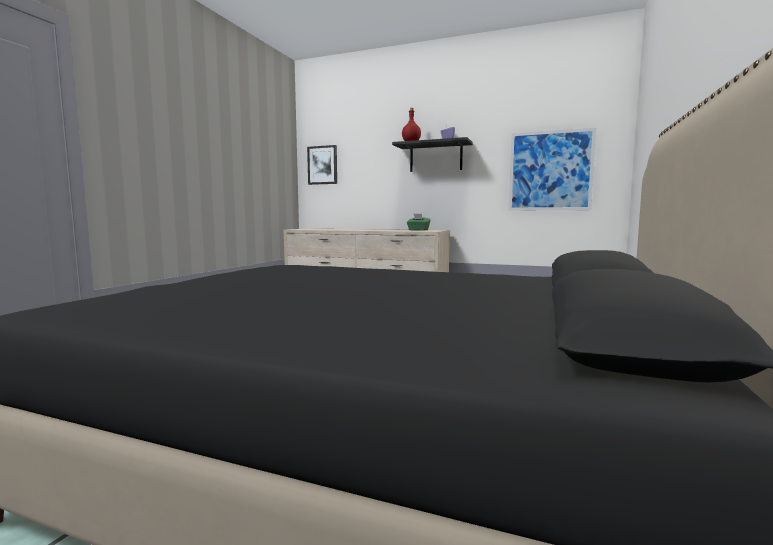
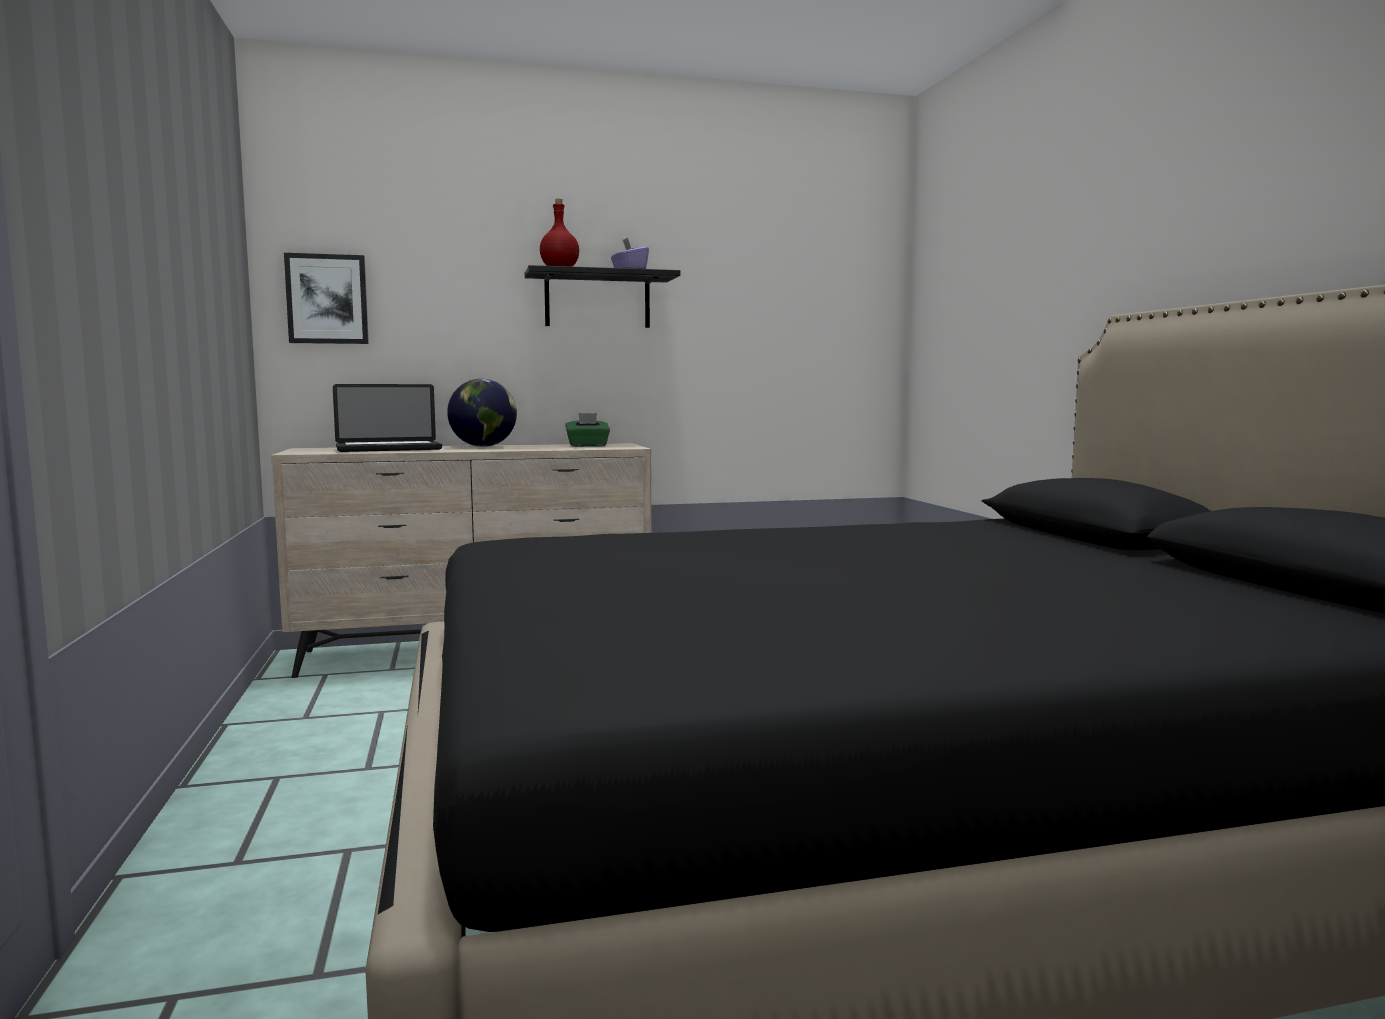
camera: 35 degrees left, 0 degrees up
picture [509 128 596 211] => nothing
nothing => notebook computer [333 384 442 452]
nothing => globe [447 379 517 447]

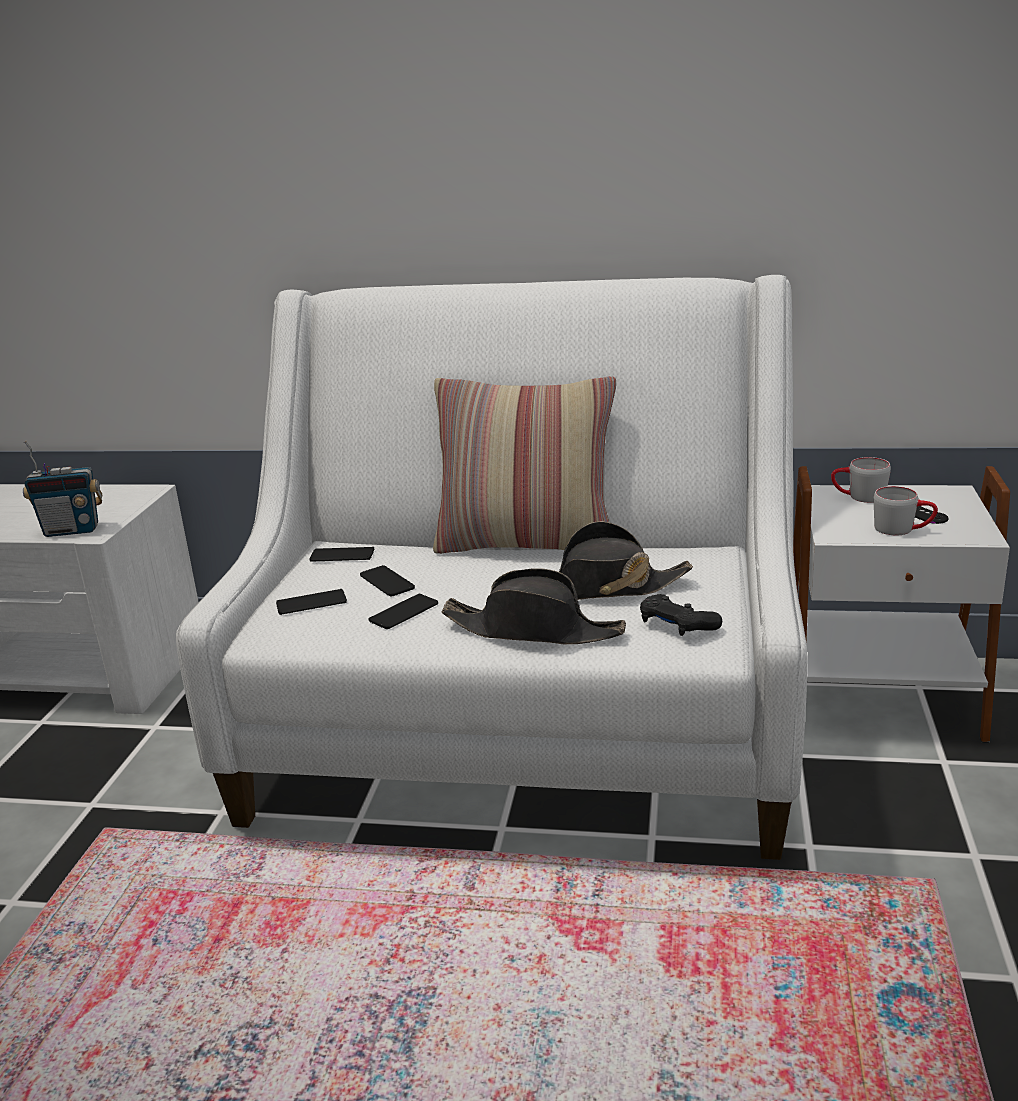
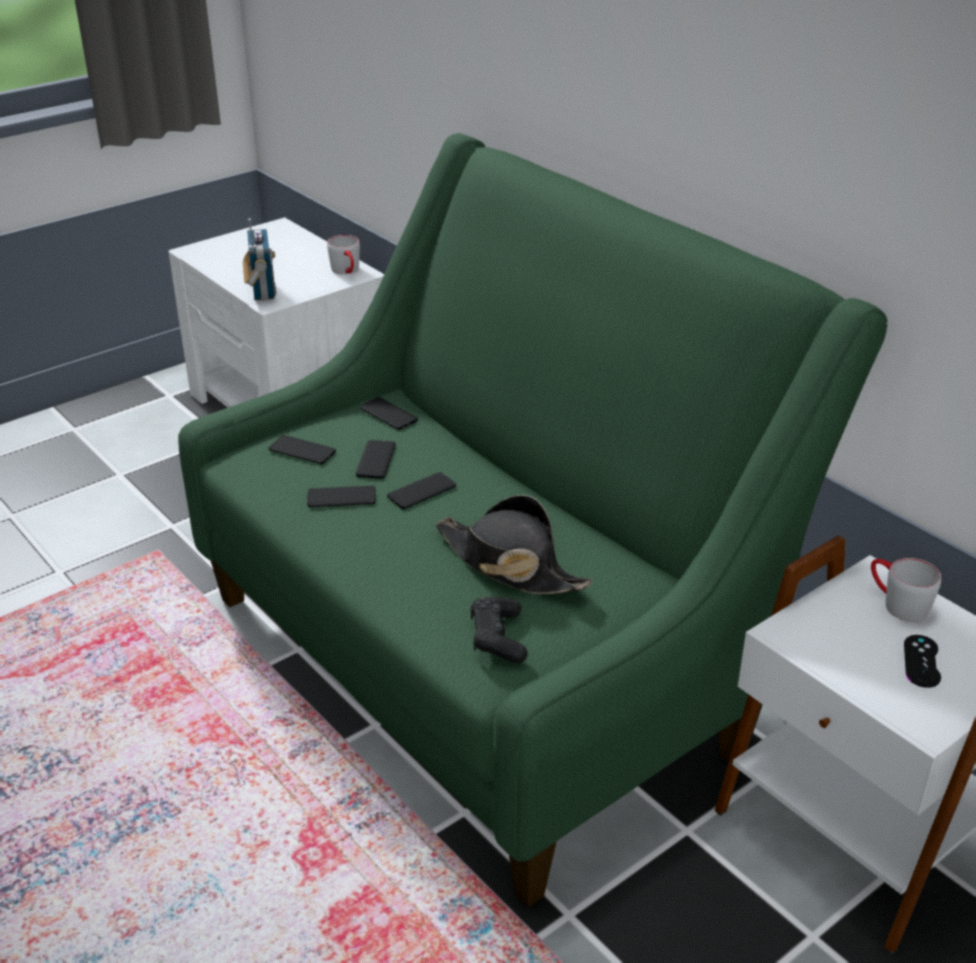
camera: 40 degrees right, 10 degrees up
pillow [433 376 616 554] => nothing
wearable hat (blackish) [441 568 626 644] => nothing
nothing => handset [387 472 456 509]
mug (greyish) [874 486 938 535] => mug (greyish) [327 235 360 274], shifted
sofa (white) [176 275 808 860] => sofa (green-coloured) [178 133 888 907]
radio [23 441 102 537] => radio [243 218 276 300], 135 degrees counterclockwise

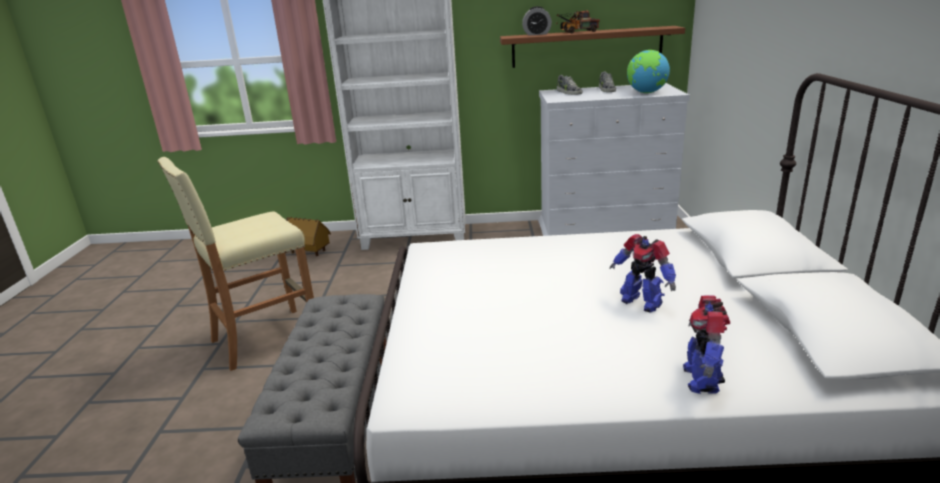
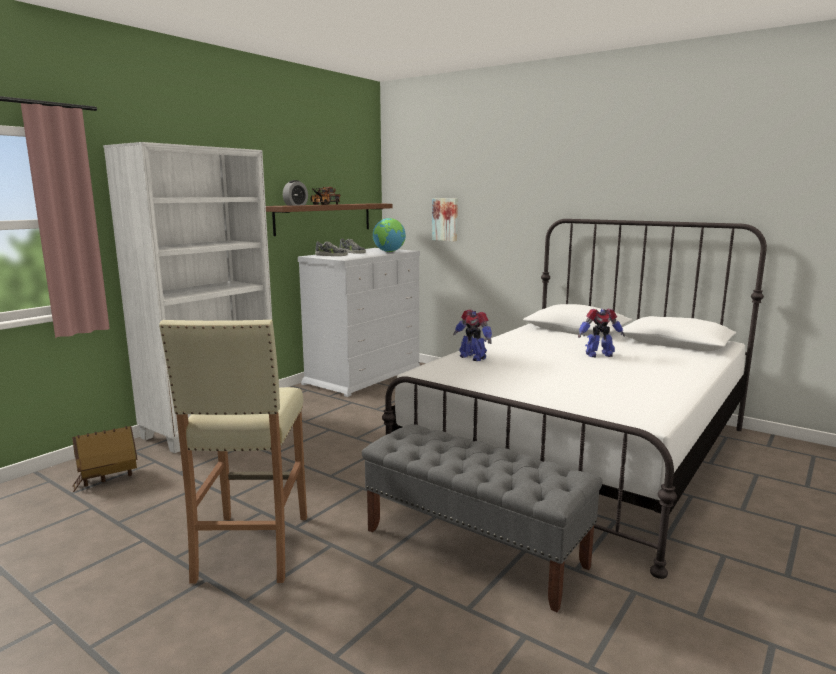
camera: 55 degrees left, 10 degrees down
nothing => picture [432 198 458 241]
model robot [683 295 730 394] => model robot [453 310 492 361], shifted

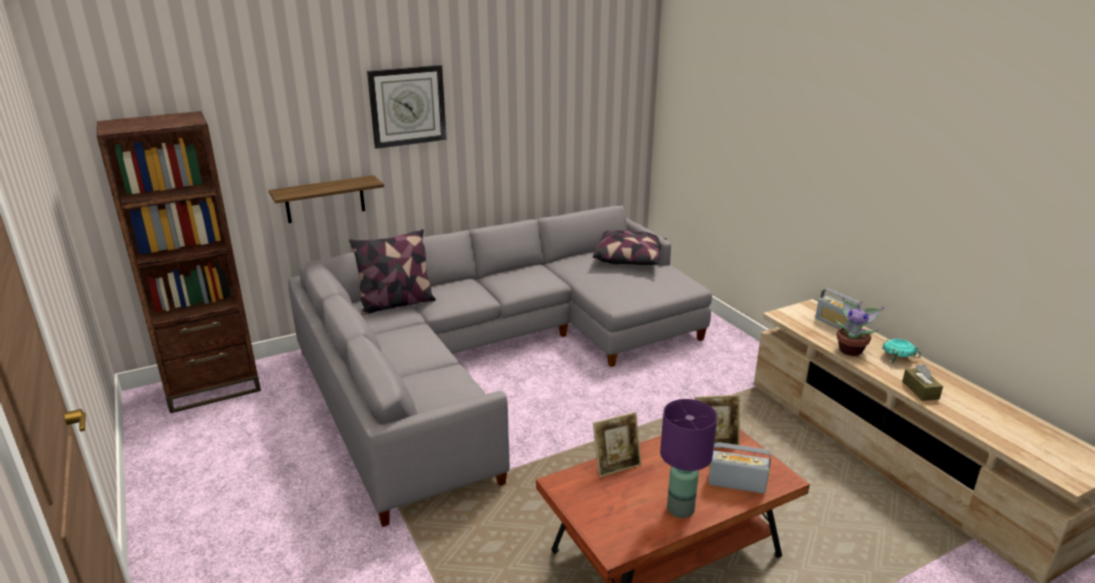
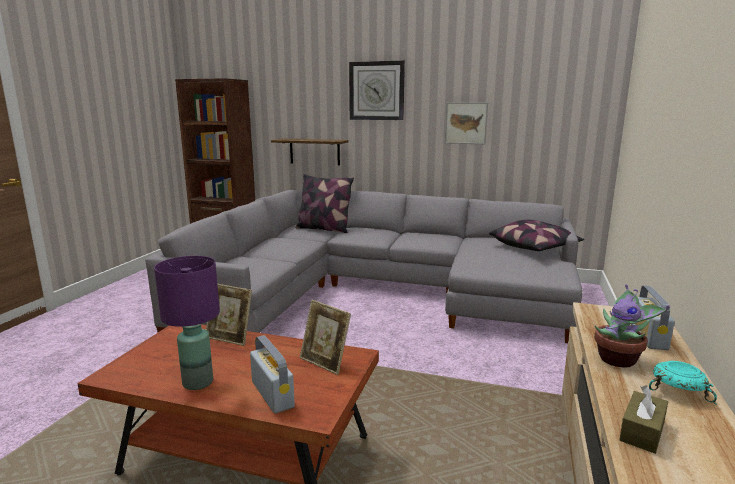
camera: 45 degrees right, 10 degrees down
nothing => picture [445 102 488 144]

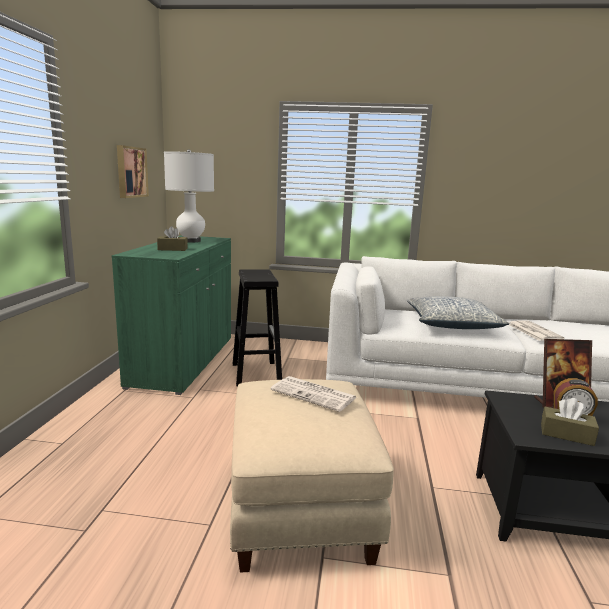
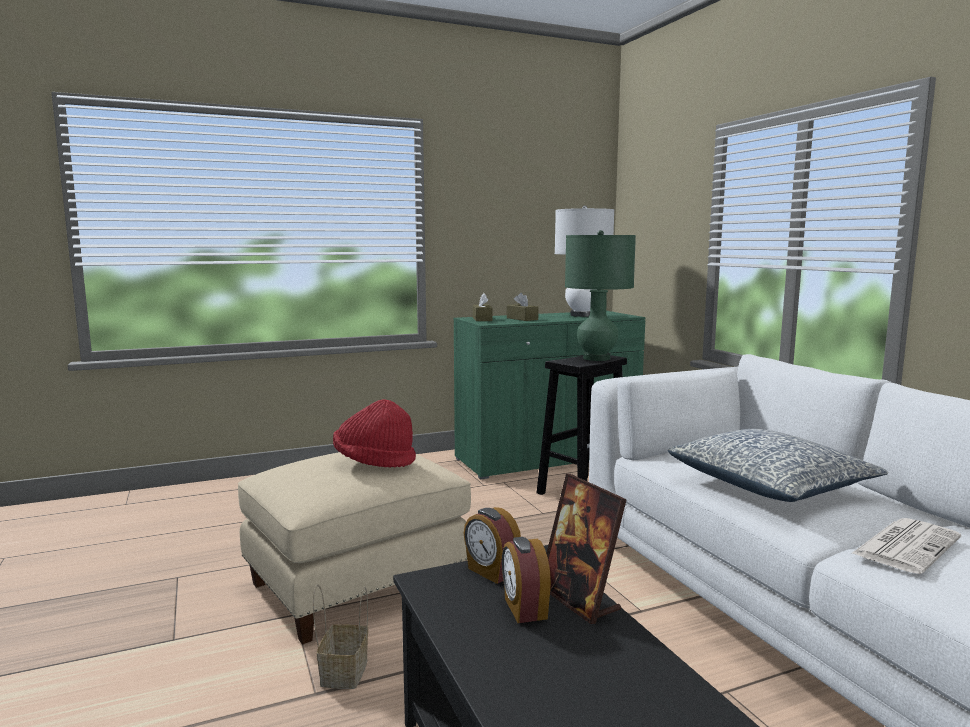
camera: 60 degrees right, 5 degrees down
picture [117 145 149 198] => nothing
nothing => basket [313 584 368 689]
nothing => table clock [464 507 521 584]
nothing => table lamp (green-coloured) [565 230 636 361]
box of tissues (brown) [541 398 599 446] => box of tissues (brown) [473 293 493 321], shifted
newspaper [271 376 357 412] => wearable hat (reddish) [333 399 416 468]

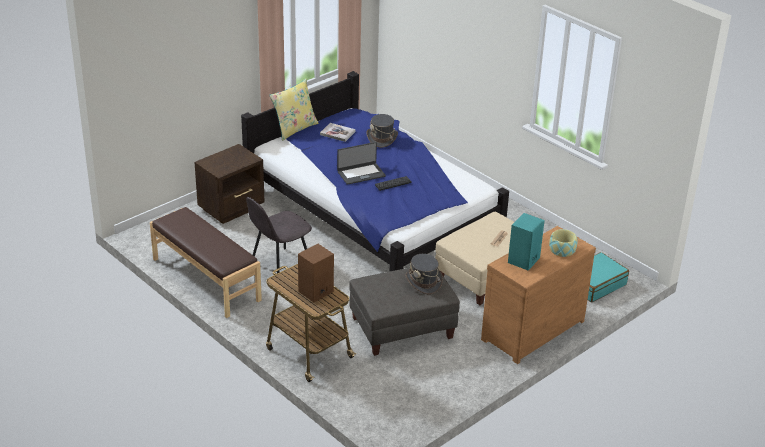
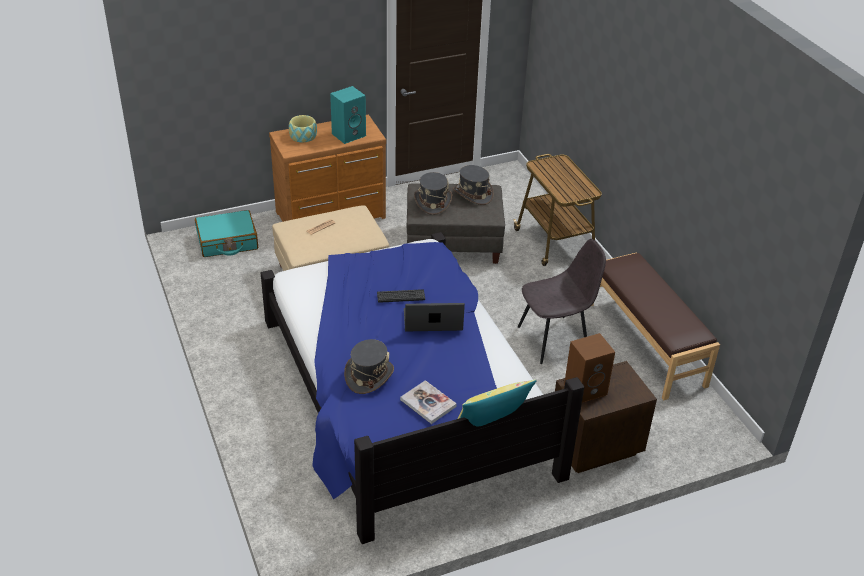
camera: 160 degrees left, 5 degrees up
nothing => wearable hat (greyish) [453 165 493 205]
audio speaker (brown) [298 244 334 302] => audio speaker (brown) [564 333 615 403], shifted

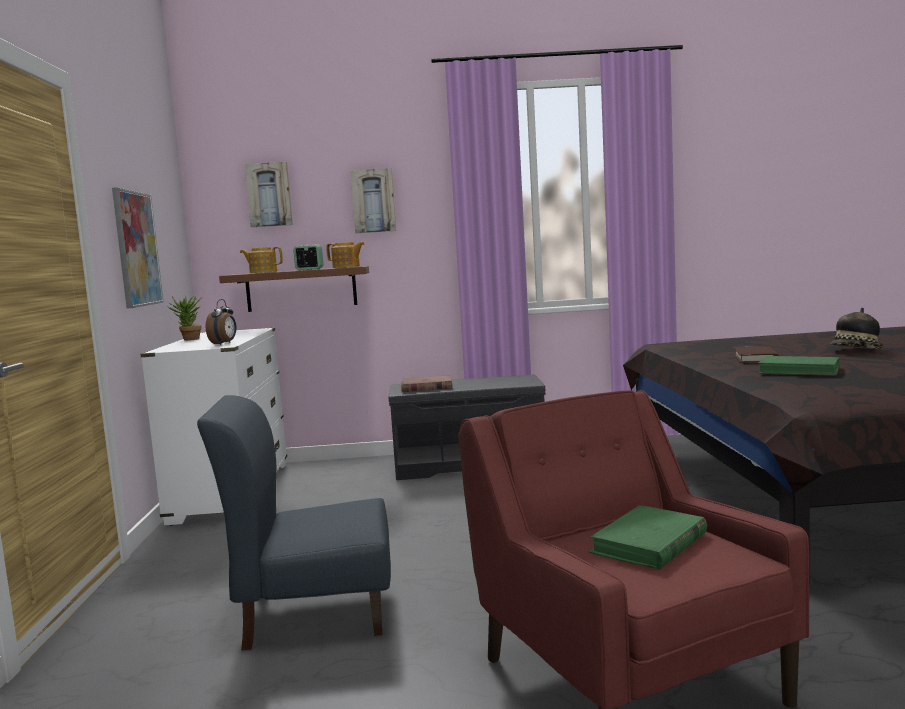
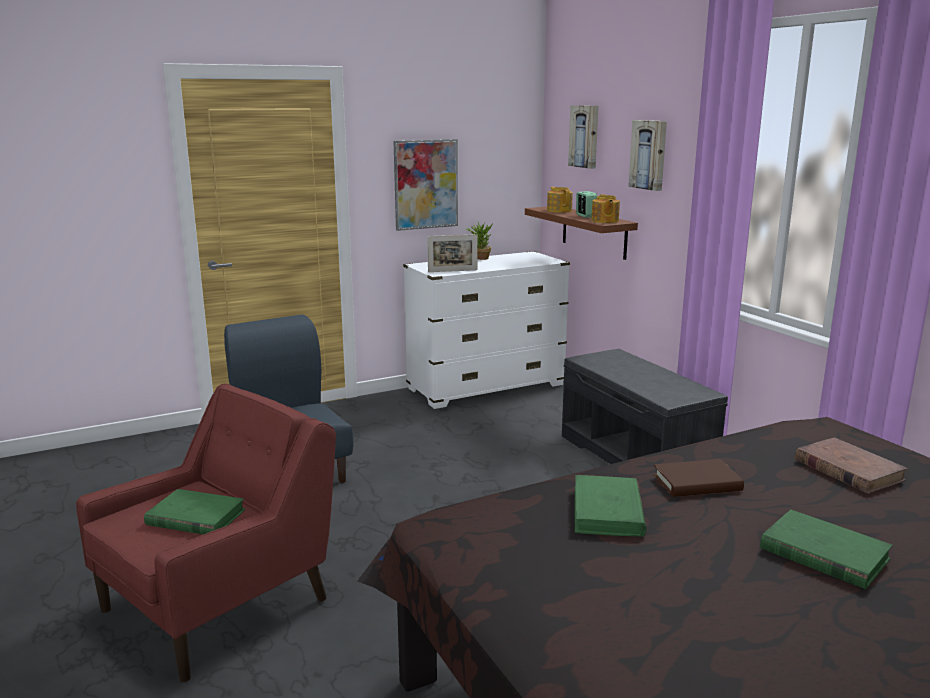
camera: 65 degrees right, 10 degrees up
volume (brown) [401 375 452 392] => volume (brown) [795 438 908 494], shifted
table clock [206 299 236 345] => photo frame [427 234 478 272]
wearable hat [829 308 883 349] => volume (green-coloured) [760 510 893 589]

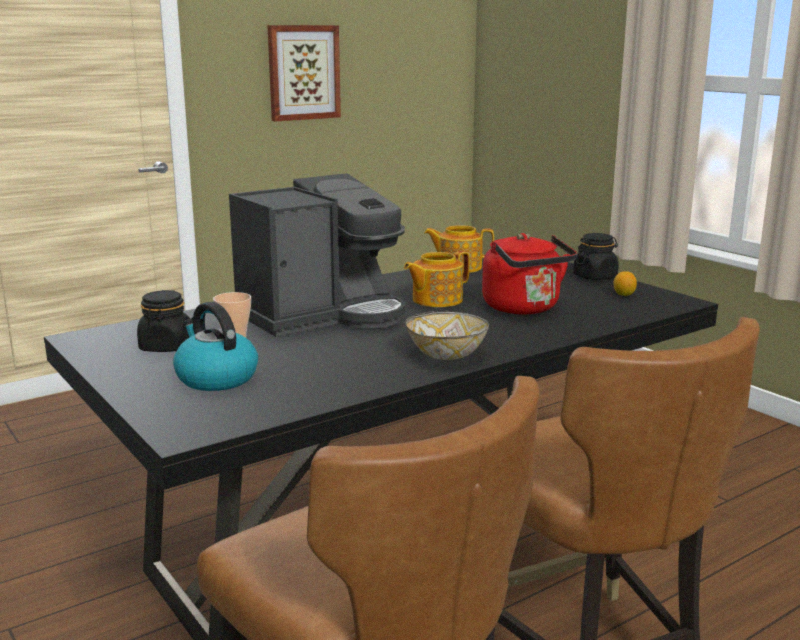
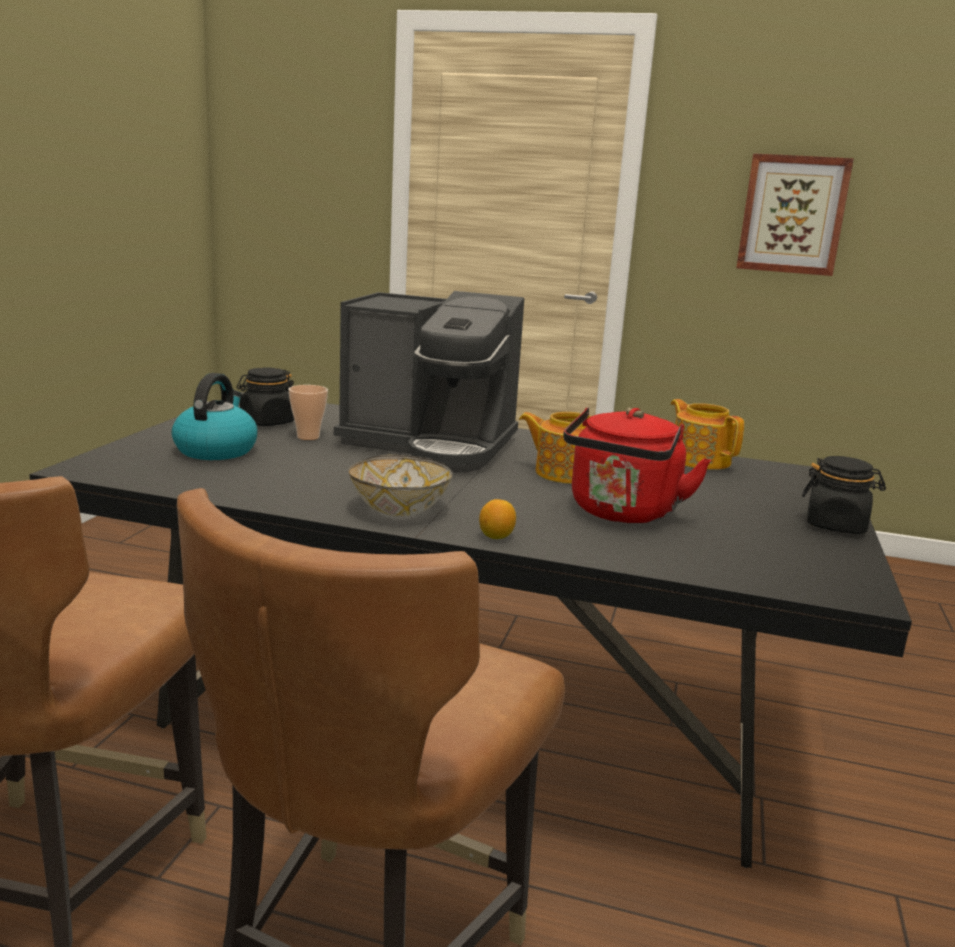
camera: 50 degrees right, 0 degrees up
whole lemon [614 271 637 296] => whole lemon [479 499 516 539], shifted

